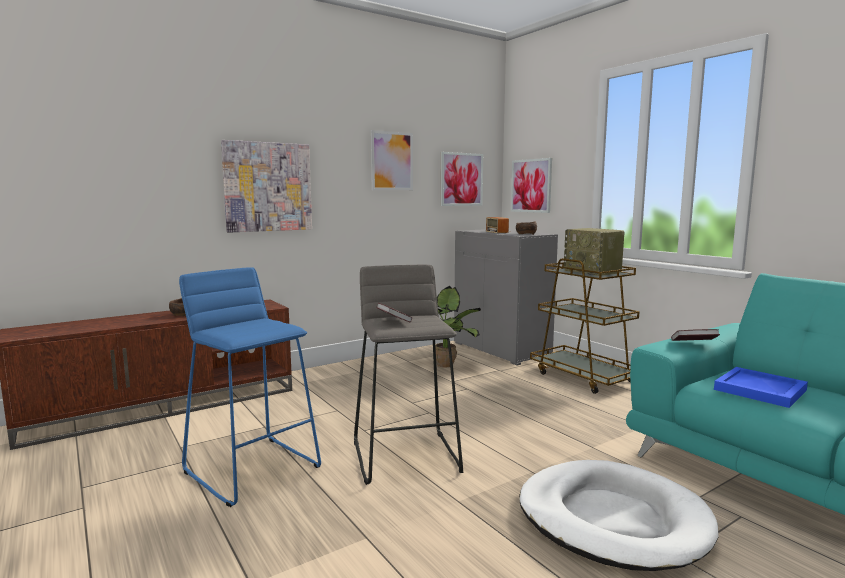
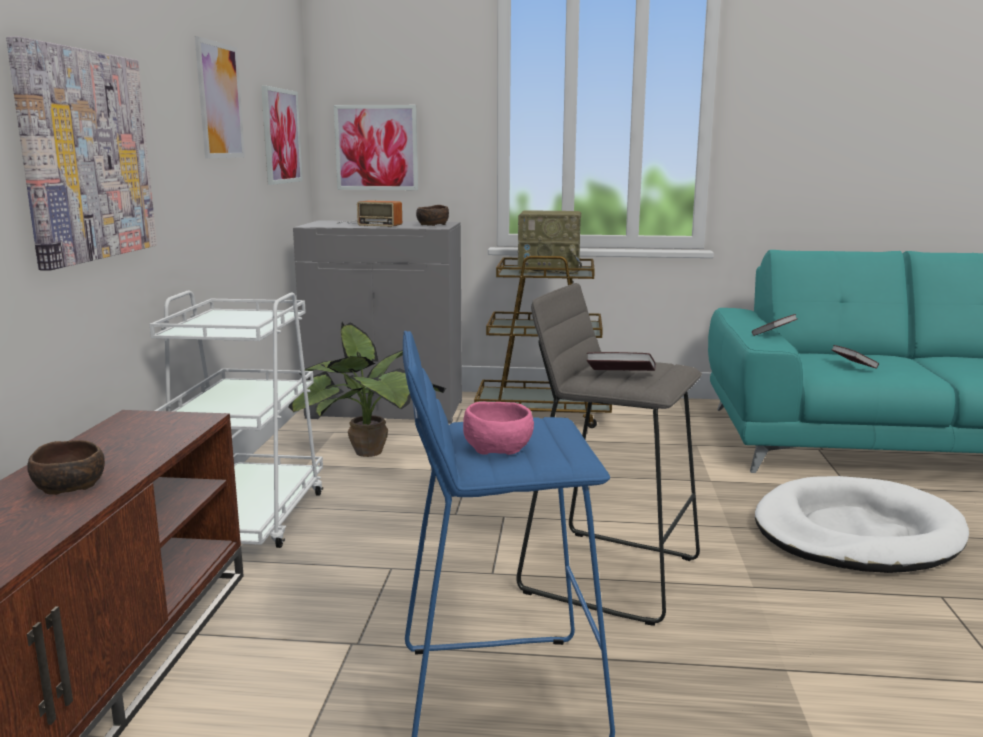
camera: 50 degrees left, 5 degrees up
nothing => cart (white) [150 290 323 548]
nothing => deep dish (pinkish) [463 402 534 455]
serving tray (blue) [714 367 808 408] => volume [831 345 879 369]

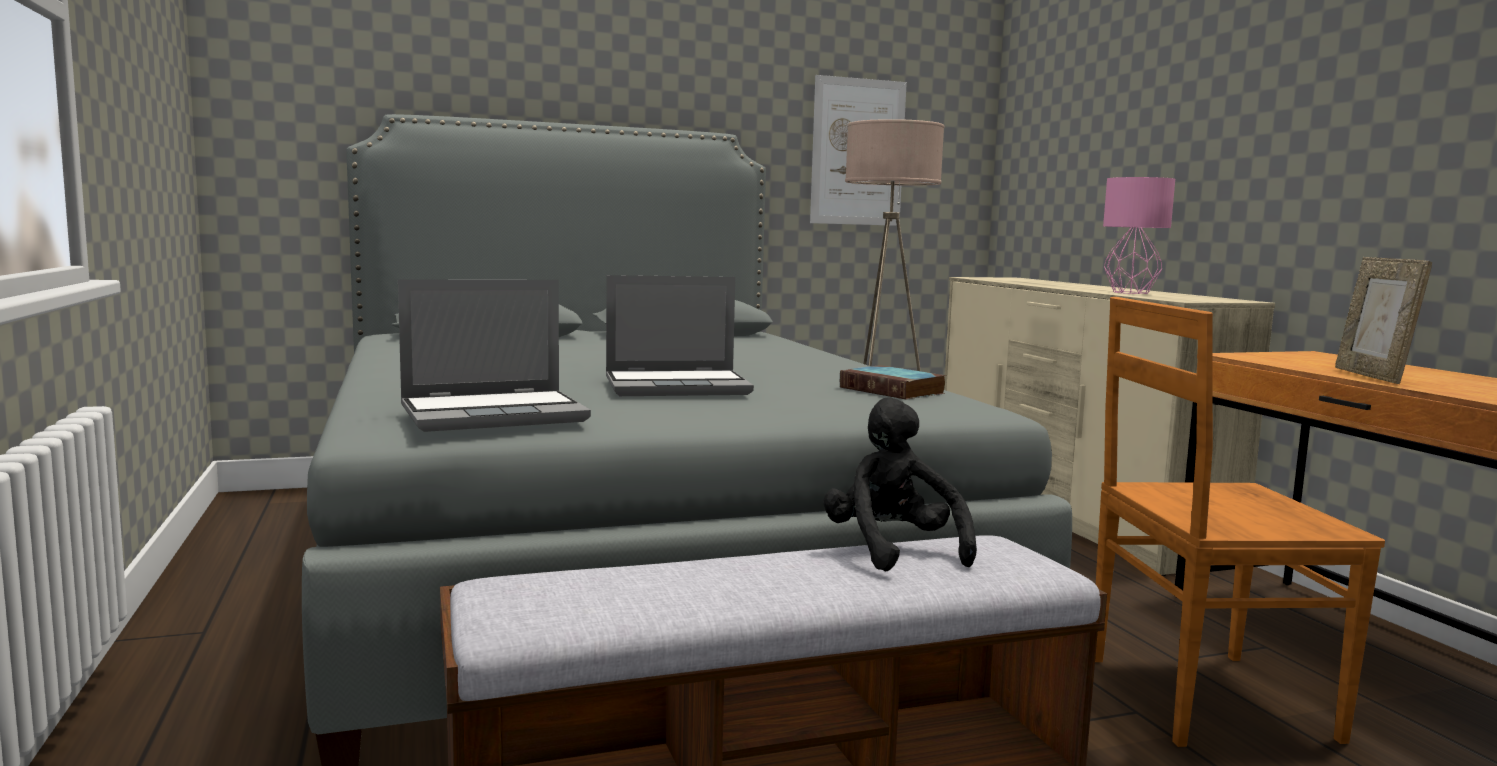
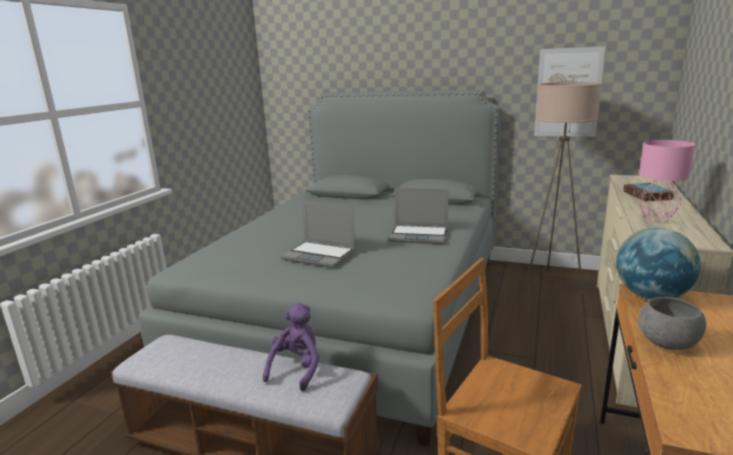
camera: 40 degrees right, 10 degrees up
nothing => globe [616 228 701 300]
notebook computer [398 279 591 432] => notebook computer [389 188 448 244], shifted
volume [840 365 946 400] => volume [623 183 674 201], shifted
photo frame [1335 257 1432 384] => deep dish (greyish) [638 297 706 350]
soft toy (blackish) [823 397 977 572] => soft toy (purple) [263 303 319 391]

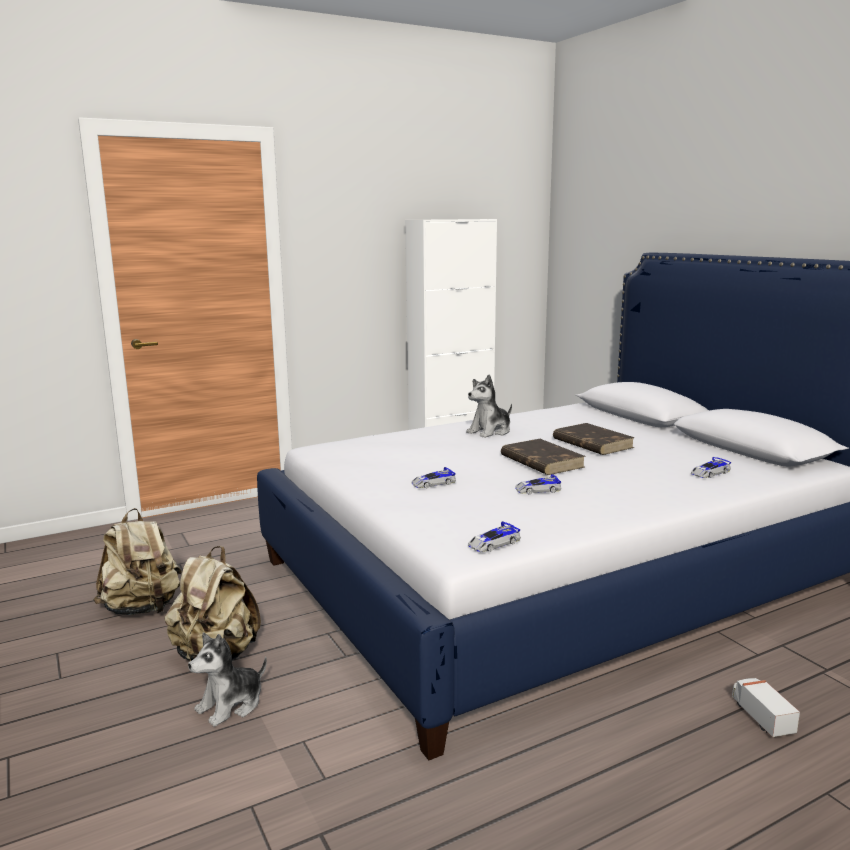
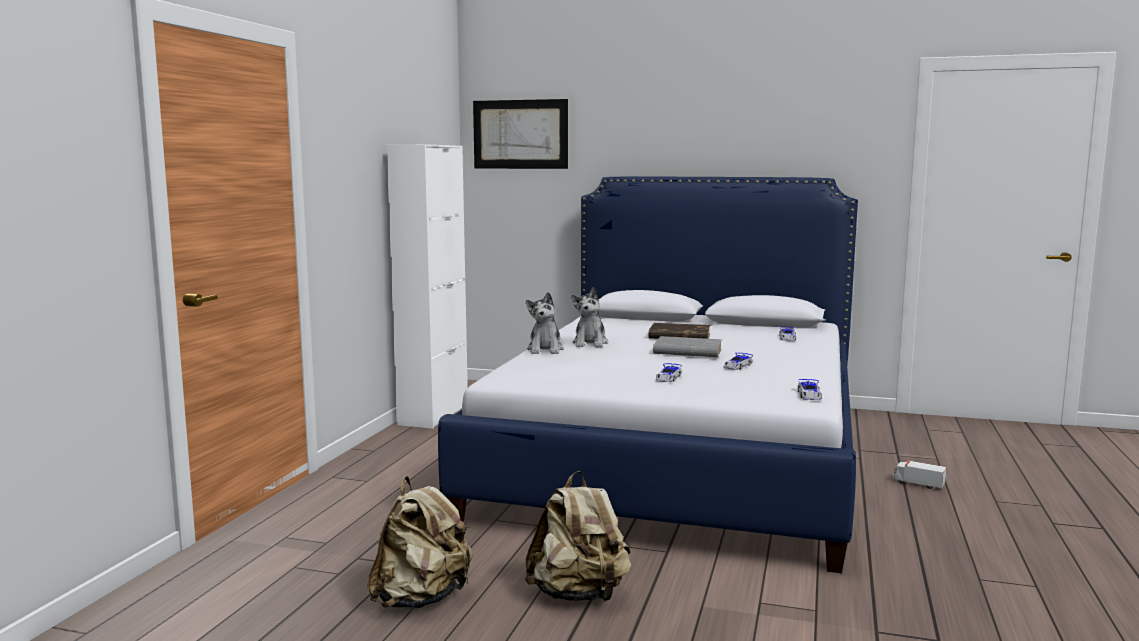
camera: 45 degrees left, 5 degrees down
nothing => picture [473 99 568 169]
soft toy [188 633 267 727] => soft toy [526 292 564 354], shifted
volume (brown) [501 439 586 475] => volume (greyish) [653 336 722 357]

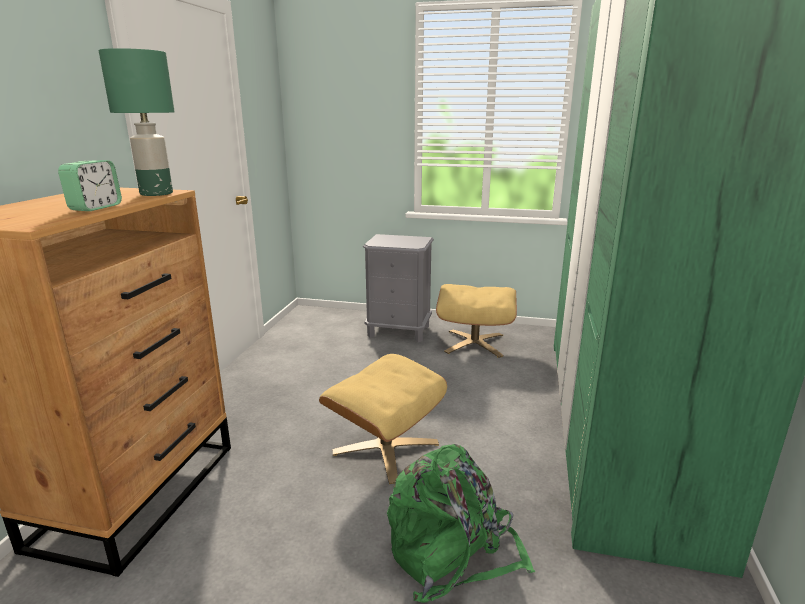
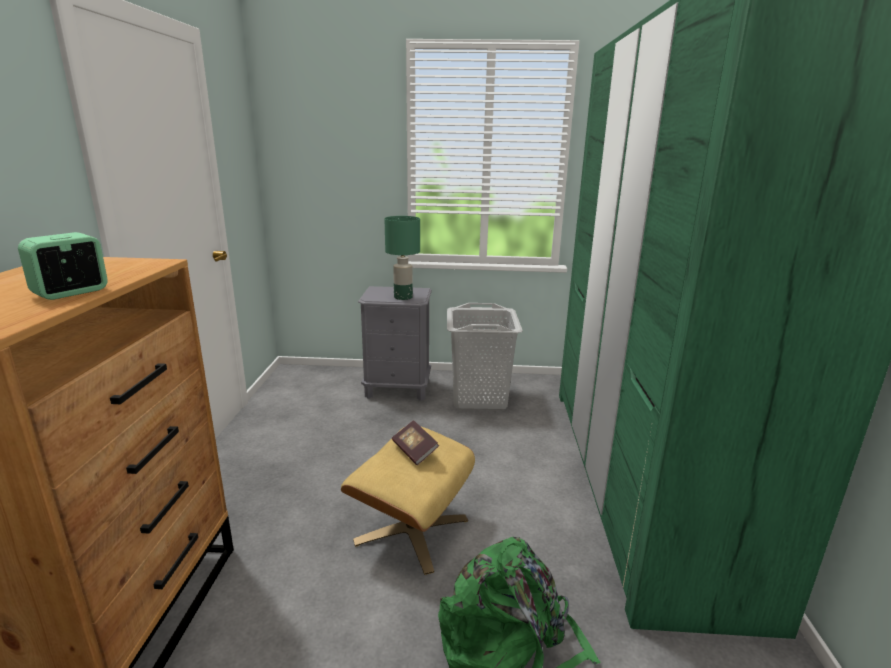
camera: 10 degrees left, 0 degrees up
nothing => volume [392 420 439 465]
table lamp (green-coloured) [99 48 175 196] => table lamp (green-coloured) [385 216 420 300], shifted
ottoman (beige) [436 284 517 358] => laundry basket (greyish) [447 303 523 410]
table clock [58 160 122 211] => table clock [18 232 108 300], 150 degrees counterclockwise

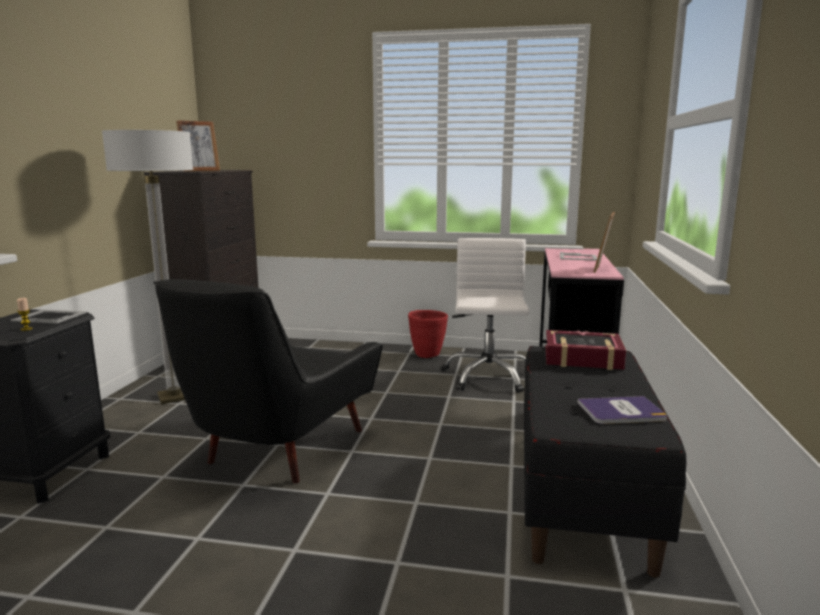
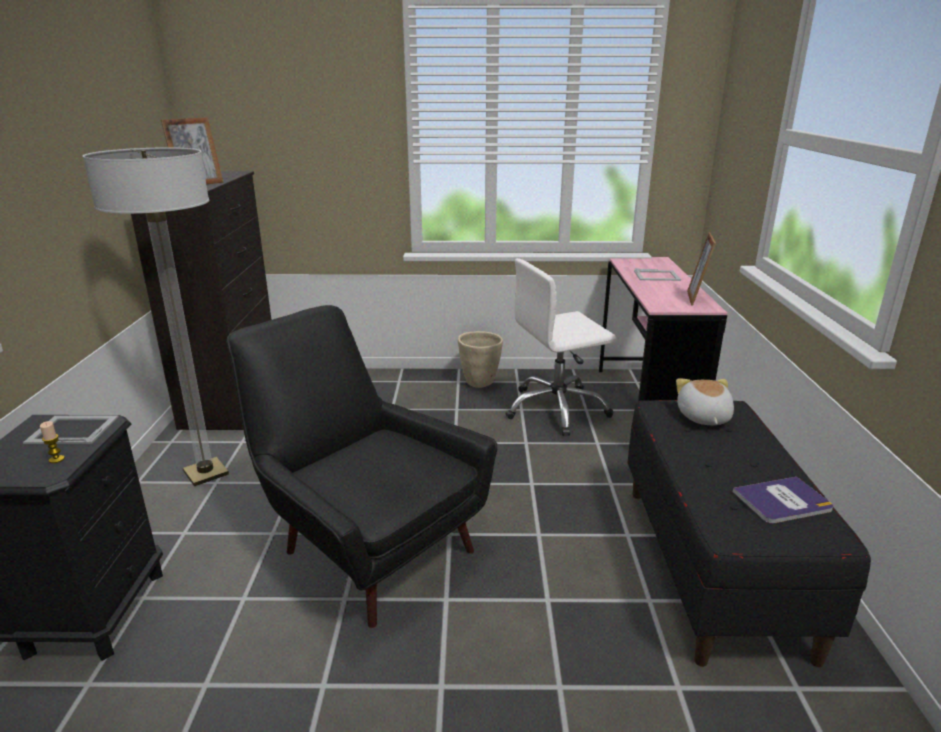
camera: 10 degrees left, 10 degrees up
volume [545 330 626 370] => soft toy [676 378 734 425]
flower pot (reddish) [408 310 448 358] => flower pot (beige) [458 331 503 388]
armchair (blackish) [153 279 383 483] => armchair (blackish) [226 305 497 628], 120 degrees clockwise
computer chair (white) [441 238 529 393] => computer chair (white) [505 258 617 436], 105 degrees counterclockwise

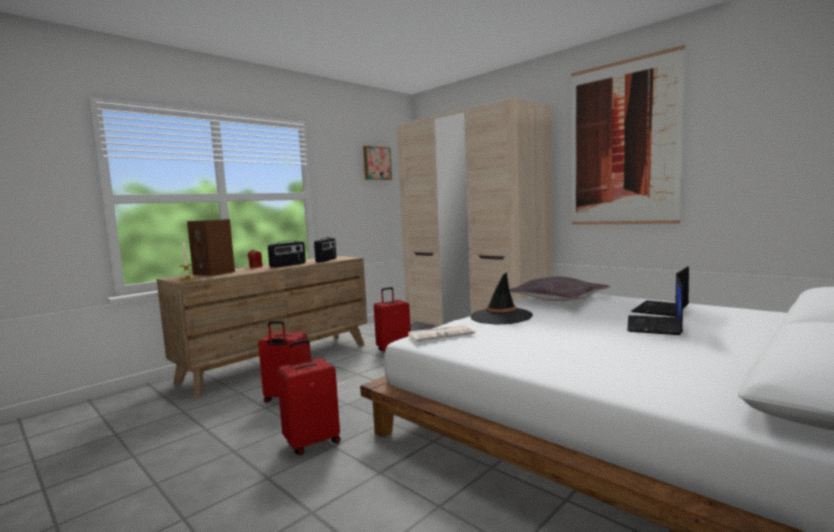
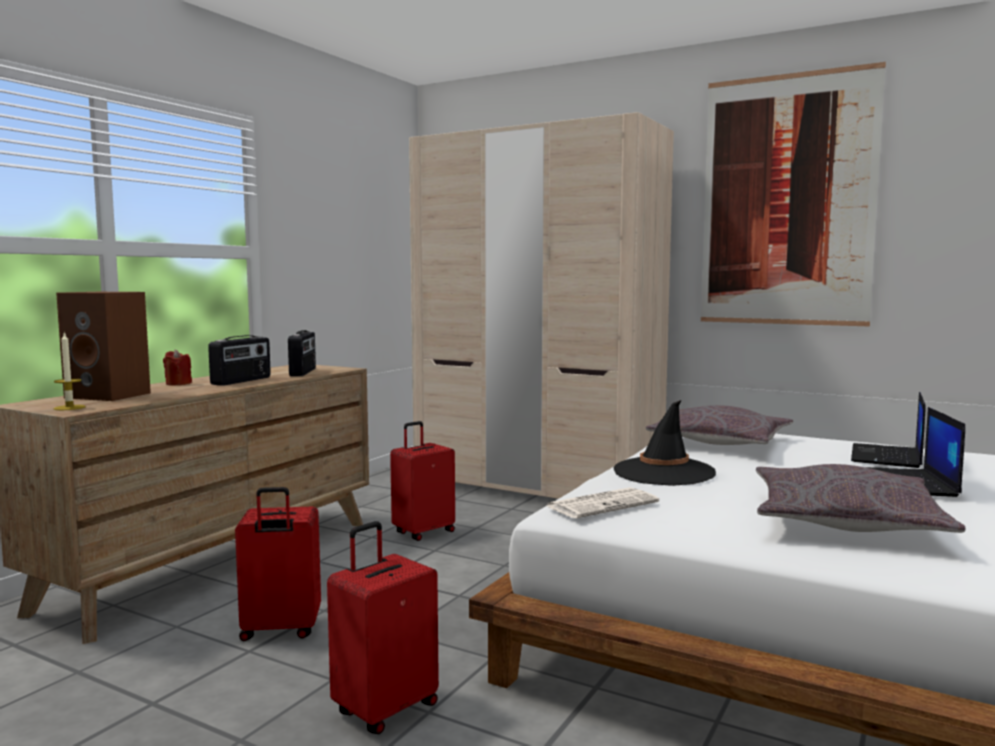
camera: 15 degrees left, 0 degrees up
picture [363 146 392 180] => nothing
nothing => pillow (greyish) [756 464 966 533]

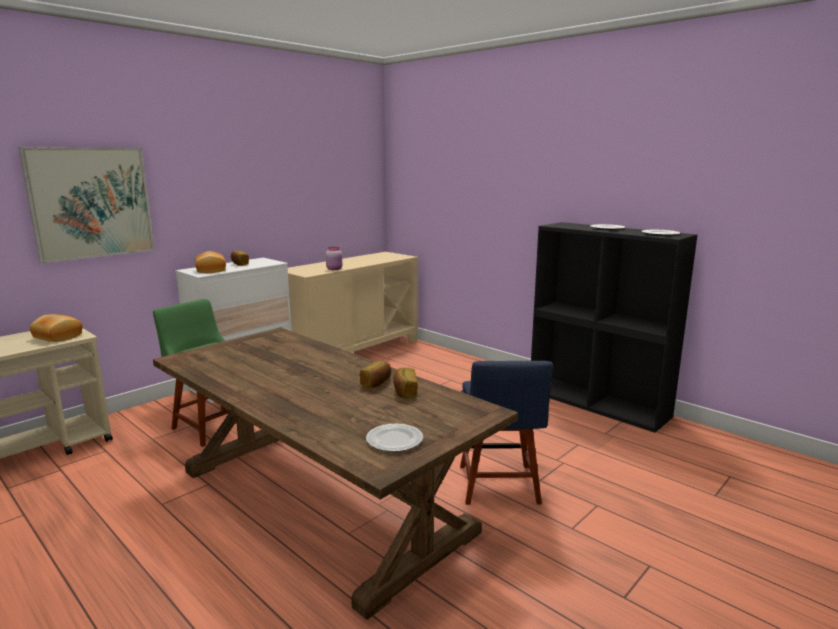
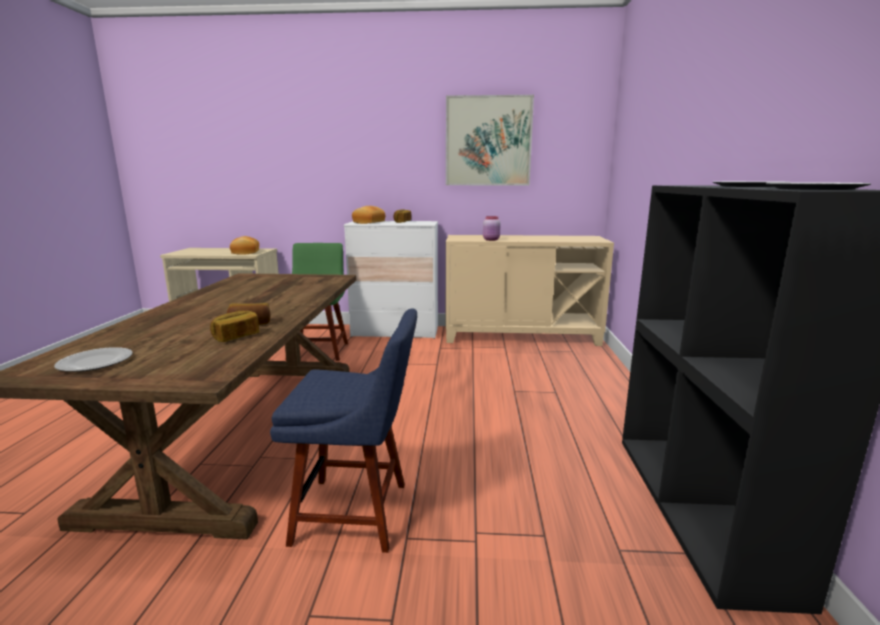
camera: 50 degrees right, 0 degrees up
picture [18 147 155 264] => picture [446 95 534 185], shifted
plain chair (blue) [460 361 553 505] => plain chair (blue) [270 309 417 553], 135 degrees counterclockwise

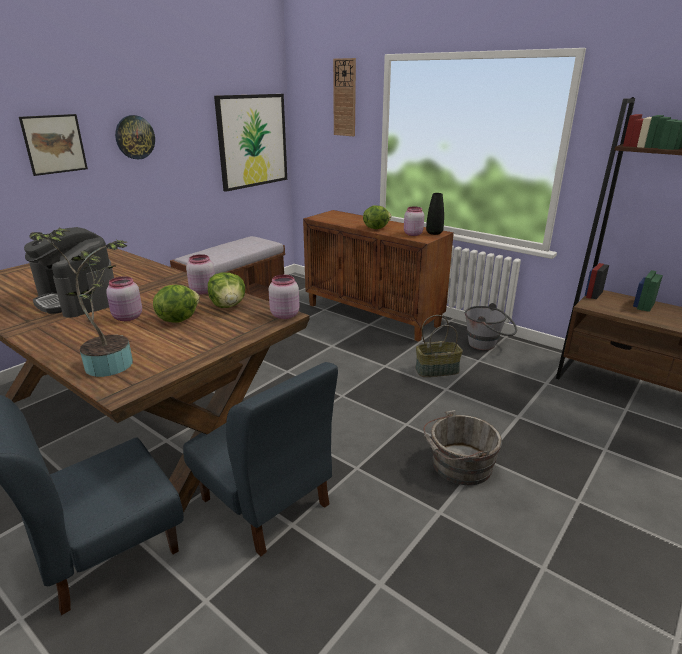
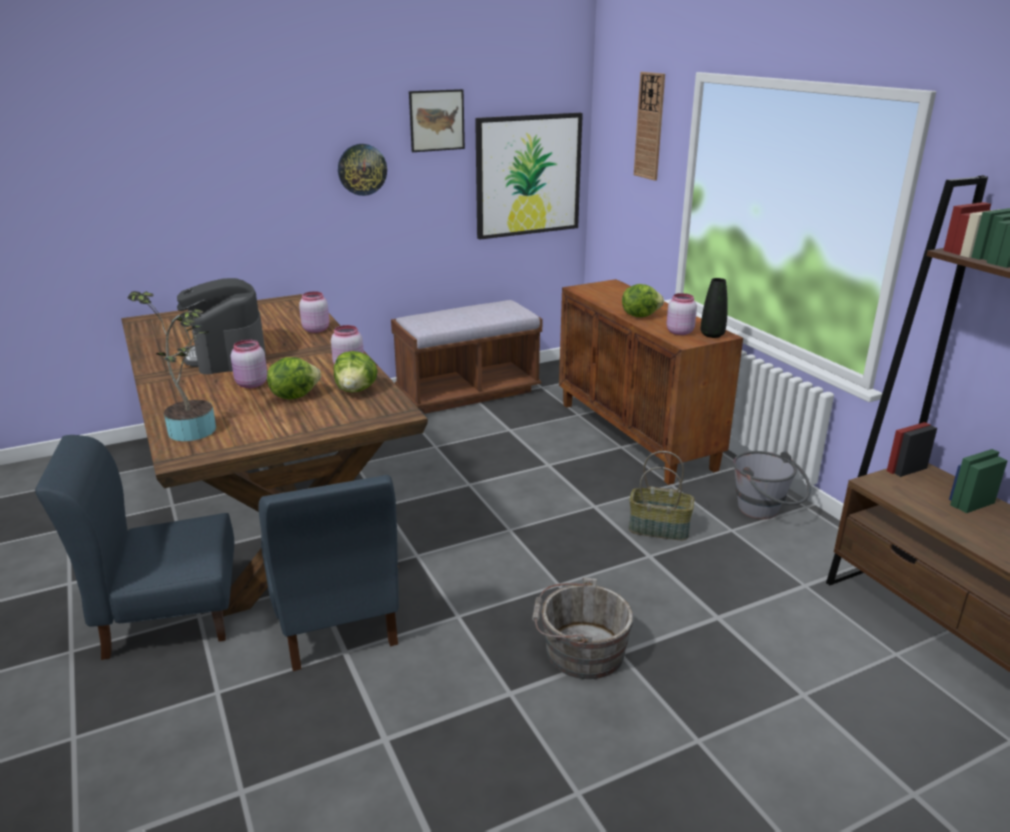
camera: 25 degrees right, 0 degrees up
picture [19 114 88 176] => picture [409 89 465 152], shifted
preserve jar (pinkish) [269 275 299 319] => preserve jar (pinkish) [299 291 329 333], shifted

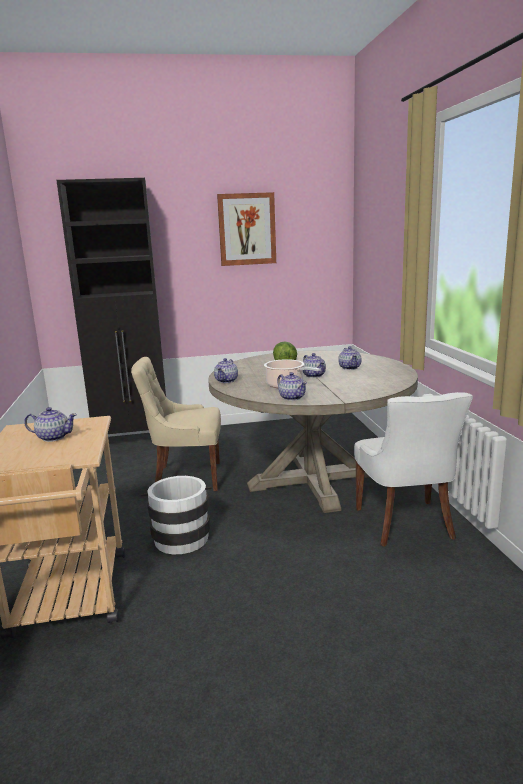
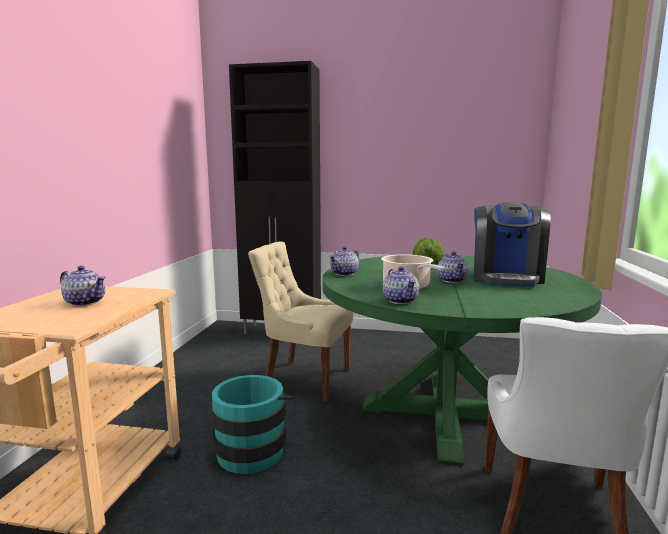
camera: 20 degrees right, 5 degrees down
picture [217 192 276 266] => nothing
tea pot [338 346 362 370] => coffee brewer [473 202 551 287]
bucket (white) [141 476 212 554] => bucket (turquoise-coloured) [211 375 294 474]
dinner table (beige) [208 351 418 513] => dinner table (green-coloured) [323 255 602 466]

